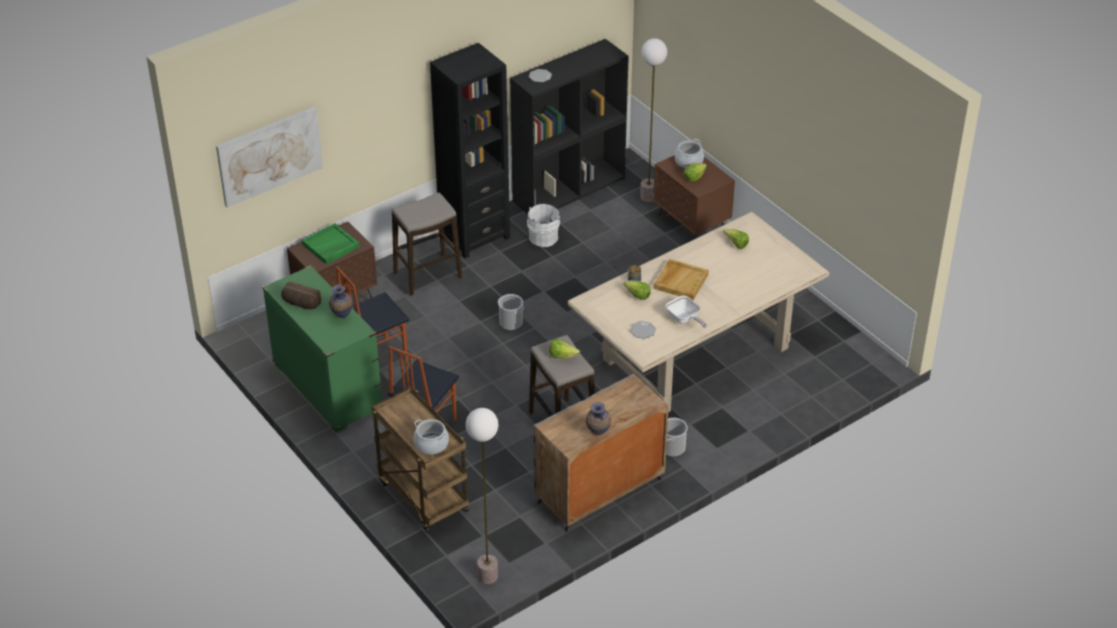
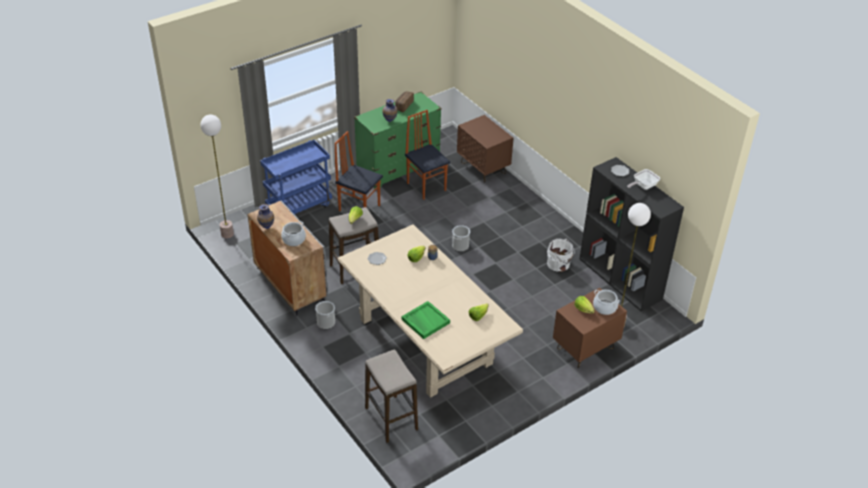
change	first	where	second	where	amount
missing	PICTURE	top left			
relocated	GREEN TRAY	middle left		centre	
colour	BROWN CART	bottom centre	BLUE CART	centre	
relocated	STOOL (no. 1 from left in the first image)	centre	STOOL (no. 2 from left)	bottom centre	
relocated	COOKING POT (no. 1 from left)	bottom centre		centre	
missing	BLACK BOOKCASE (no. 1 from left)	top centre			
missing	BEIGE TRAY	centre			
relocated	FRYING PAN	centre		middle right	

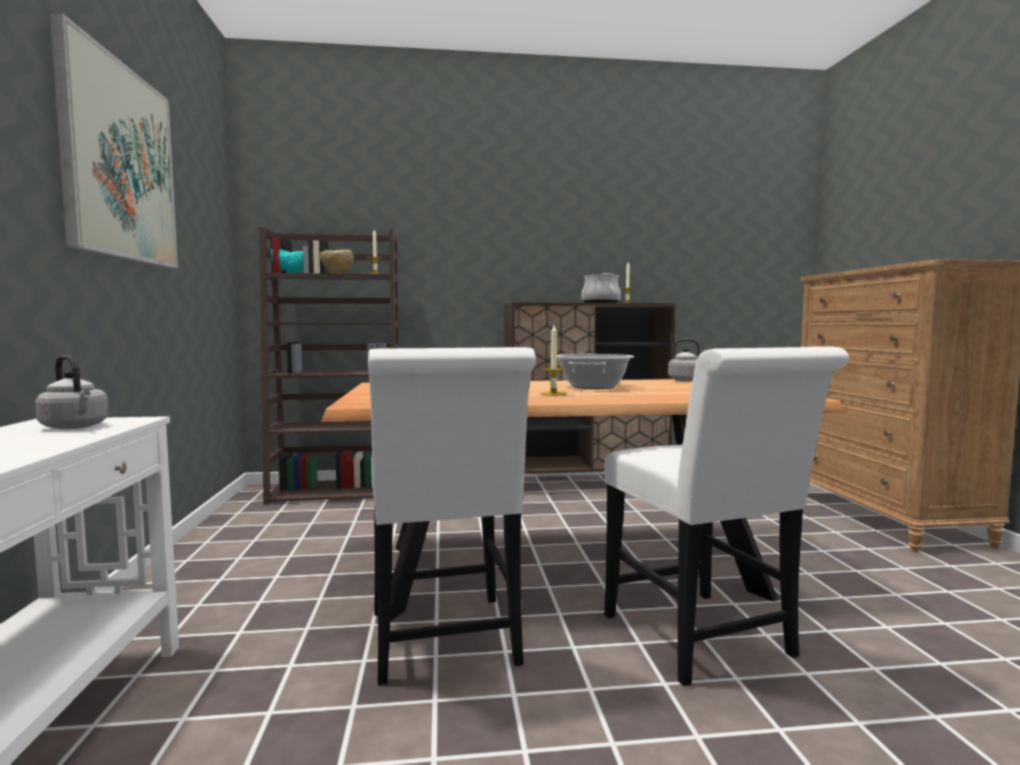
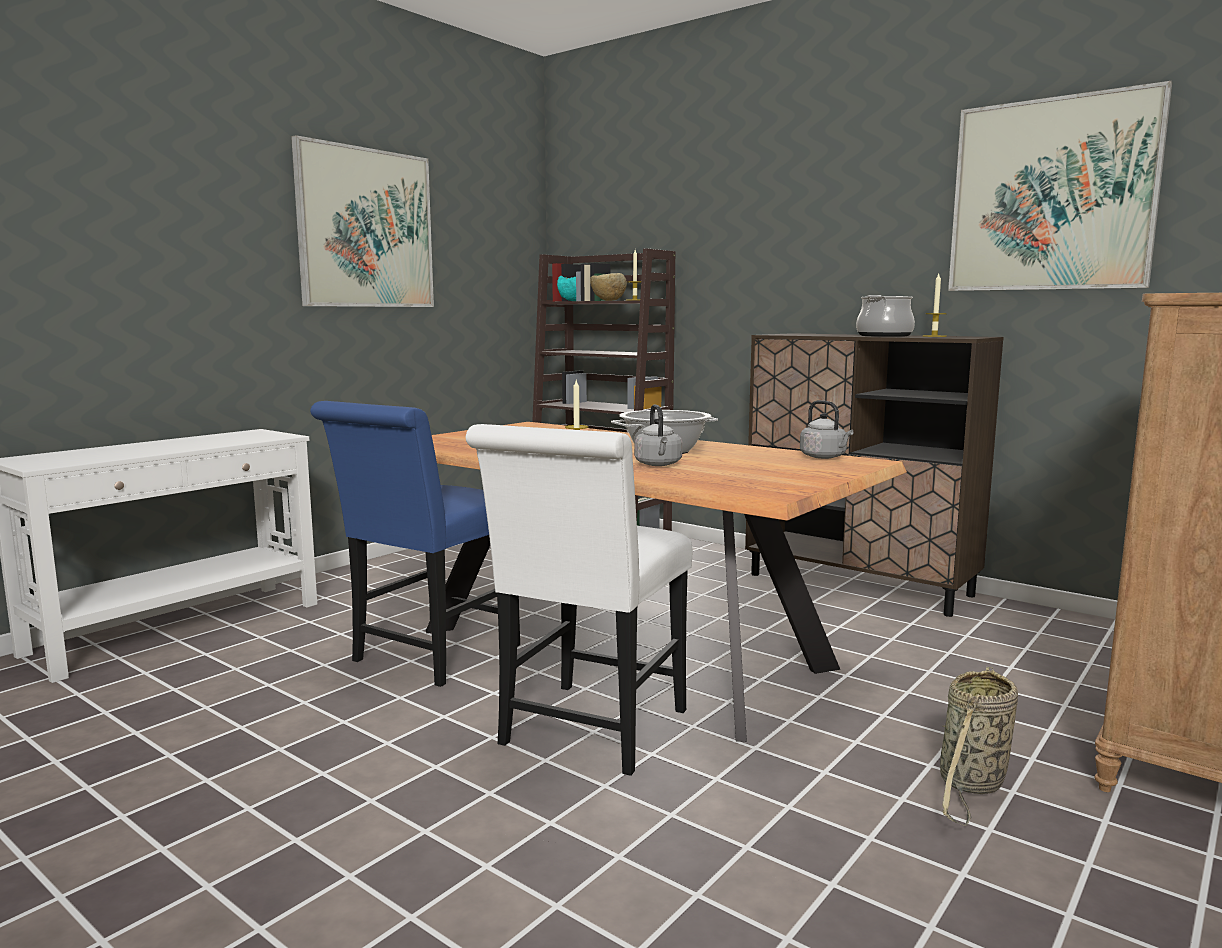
change	first	where	second	where	amount
relocated	GREY KETTLE (no. 1 from left)	middle left		centre	
colour	WHITE CHAIR (no. 1 from left)	bottom centre	BLUE CHAIR	centre	
appeared			BASKET	bottom right	
appeared			PICTURE (no. 2 from left)	top right	

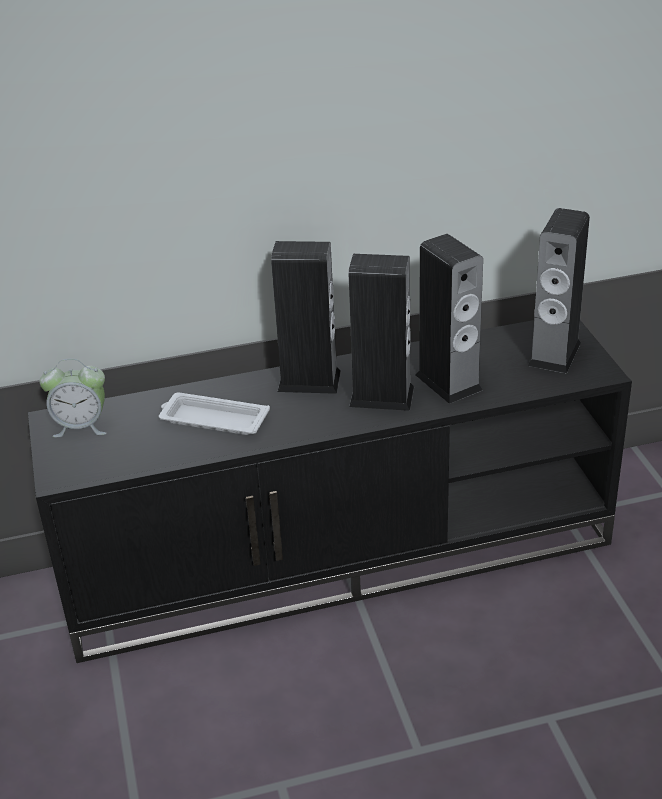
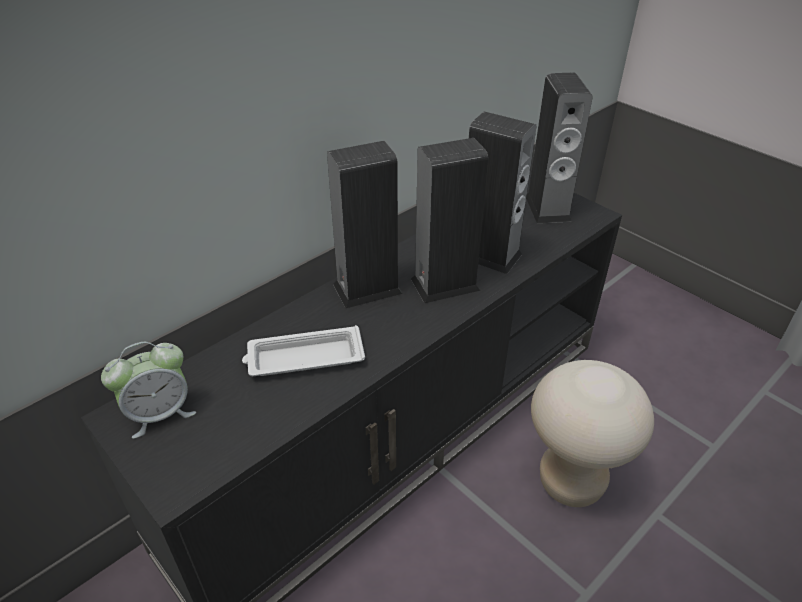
change	first	where	second	where	amount
appeared			BEIGE STOOL	bottom right	

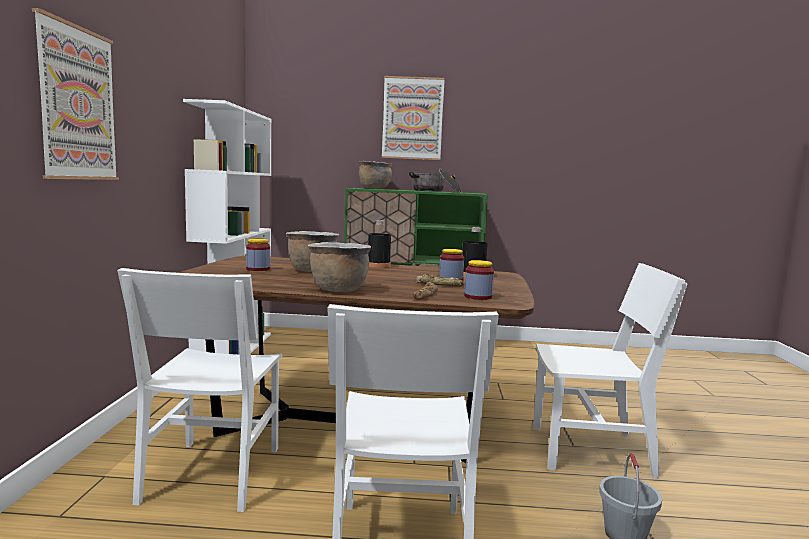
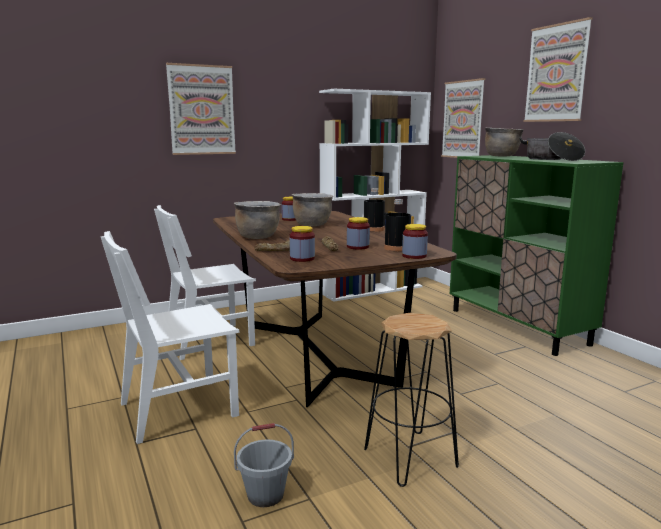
change	first	where	second	where	amount
exchanged	WHITE CHAIR (no. 3 from left)	bottom right	BLACK STOOL	bottom centre	
appeared			JAR (no. 4 from left)	centre	
appeared			PICTURE (no. 2 from left)	top right	

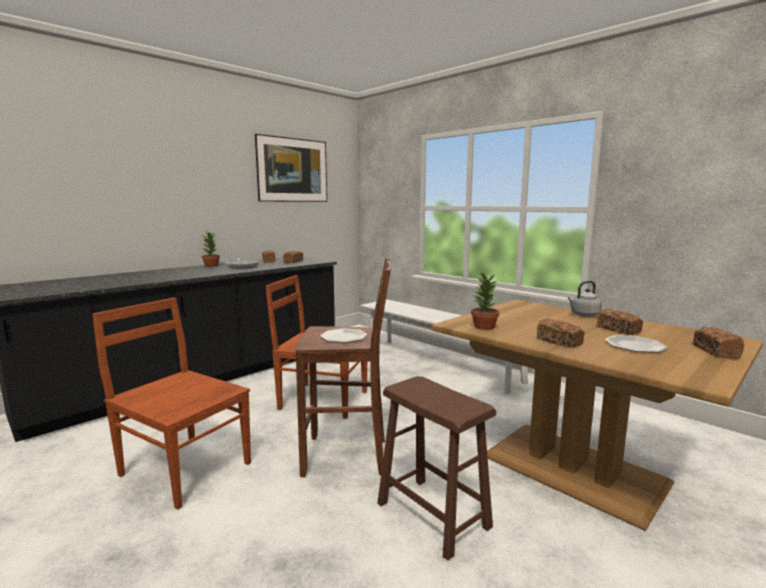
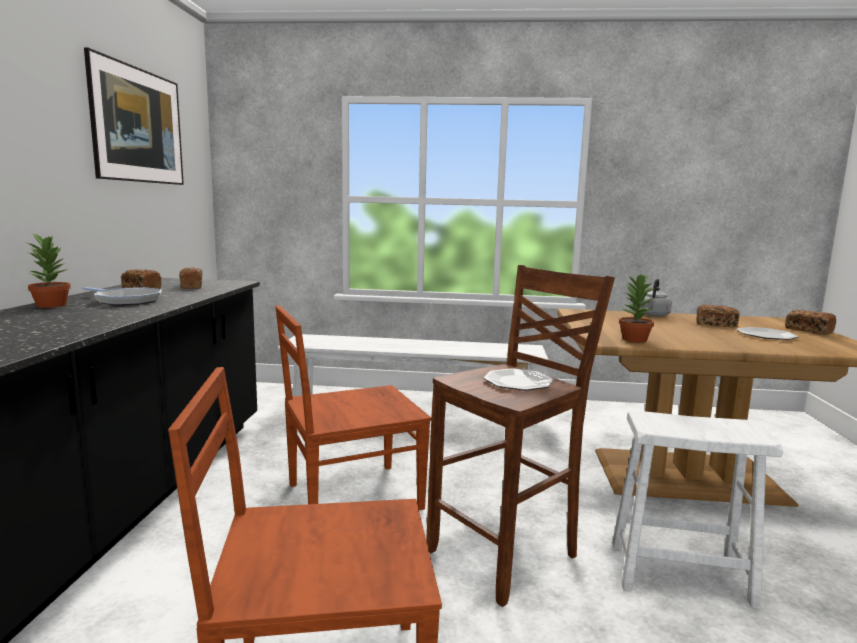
change	first	where	second	where	amount
colour	BROWN STOOL (no. 2 from left)	bottom centre	WHITE STOOL	bottom right	
missing	BREAD (no. 3 from left)	middle right			

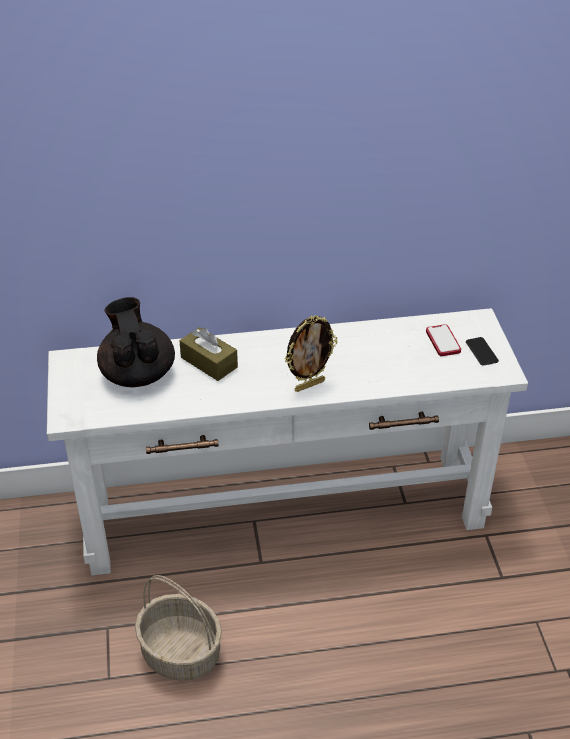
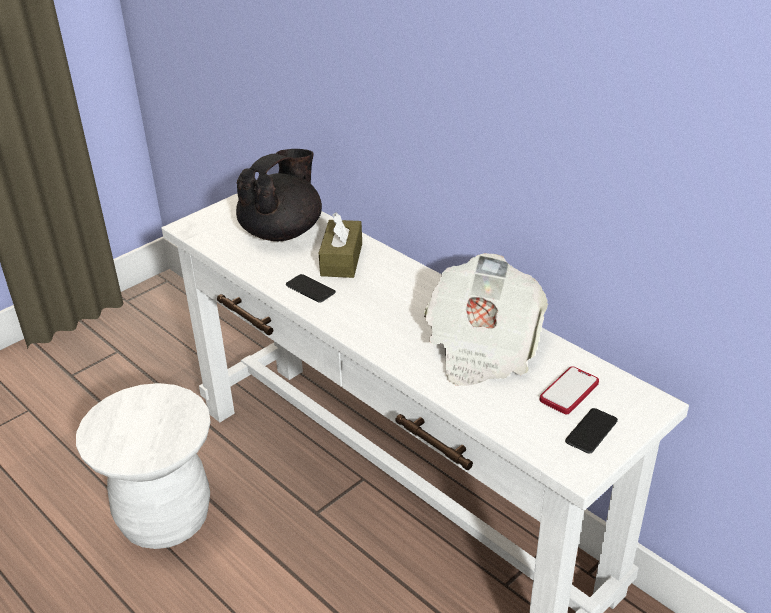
change	first	where	second	where	amount
exchanged	BASKET	bottom left	WHITE STOOL	bottom left	
missing	PICTURE FRAME	centre			
appeared			PHONE (no. 1 from left)	centre	
appeared			NEWSPAPER	centre	

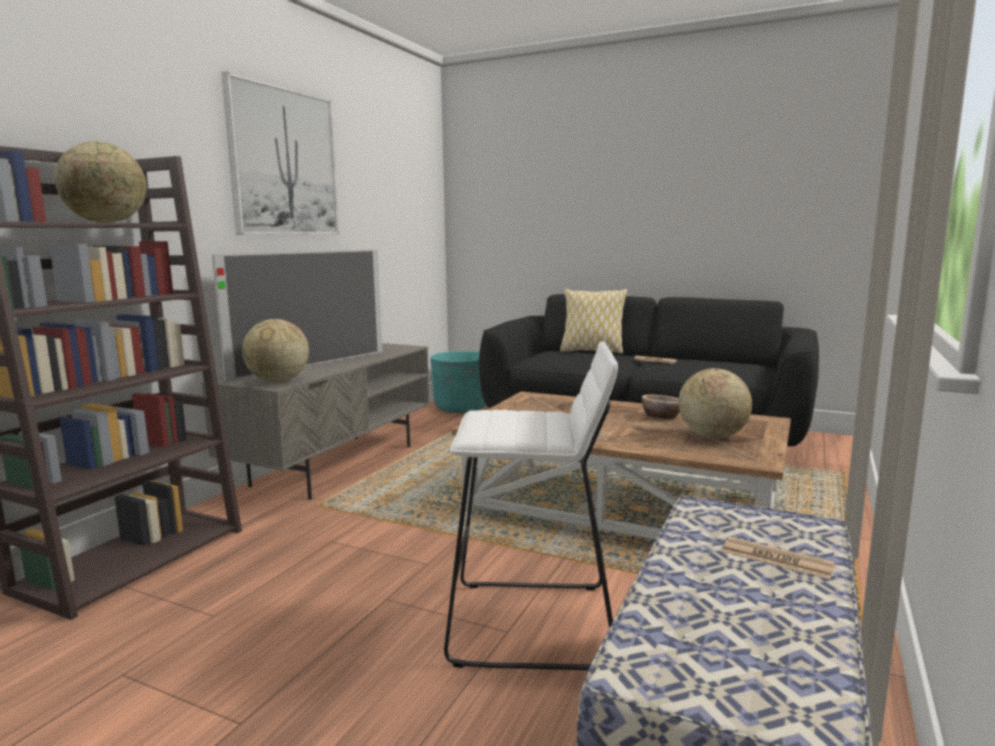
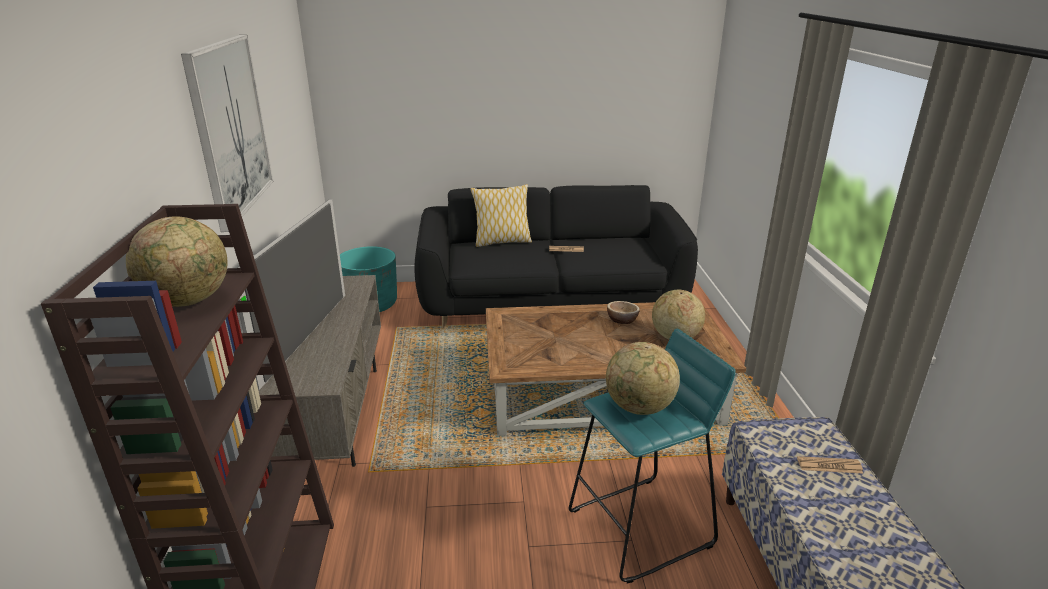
change	first	where	second	where	amount
relocated	GLOBE (no. 2 from left)	middle left		centre	
colour	WHITE STOOL	bottom centre	TURQUOISE STOOL	bottom centre	

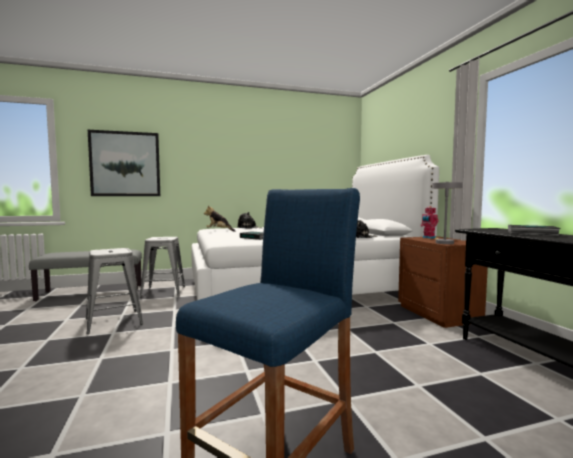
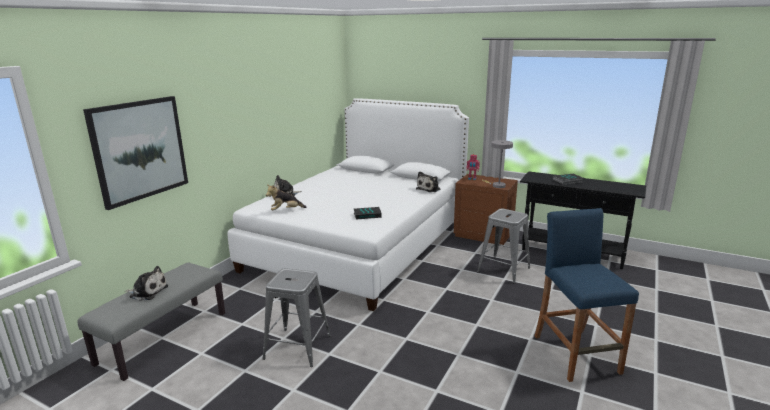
change	first	where	second	where	amount
relocated	GREY STOOL (no. 2 from left)	middle left		centre	
appeared			PLUSH TOY (no. 1 from left)	bottom left	

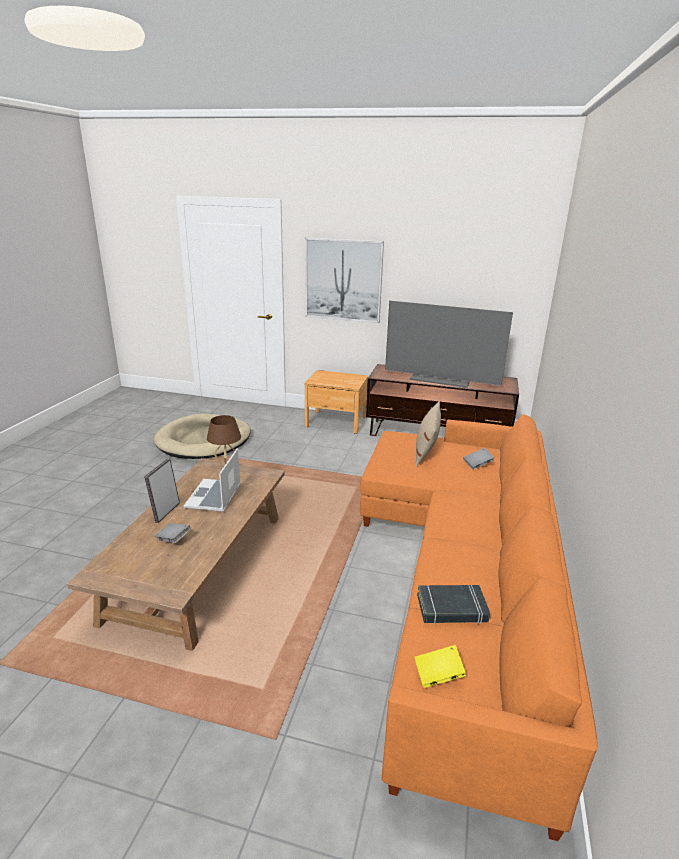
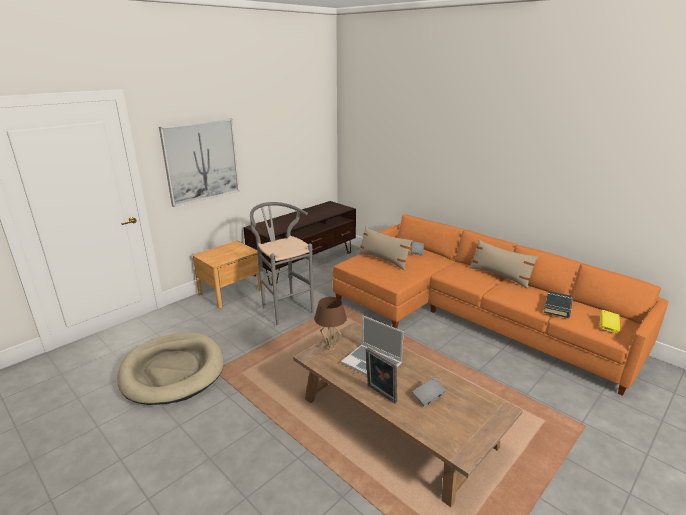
change	first	where	second	where	amount
missing	TELEVISION	centre			
appeared			GREY STOOL	centre	
appeared			BEIGE PILLOW (no. 2 from left)	middle right	

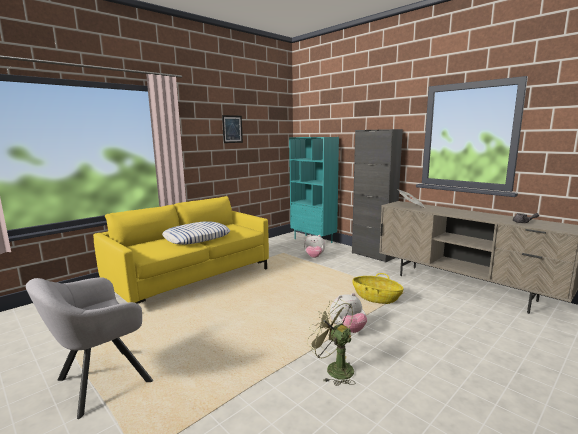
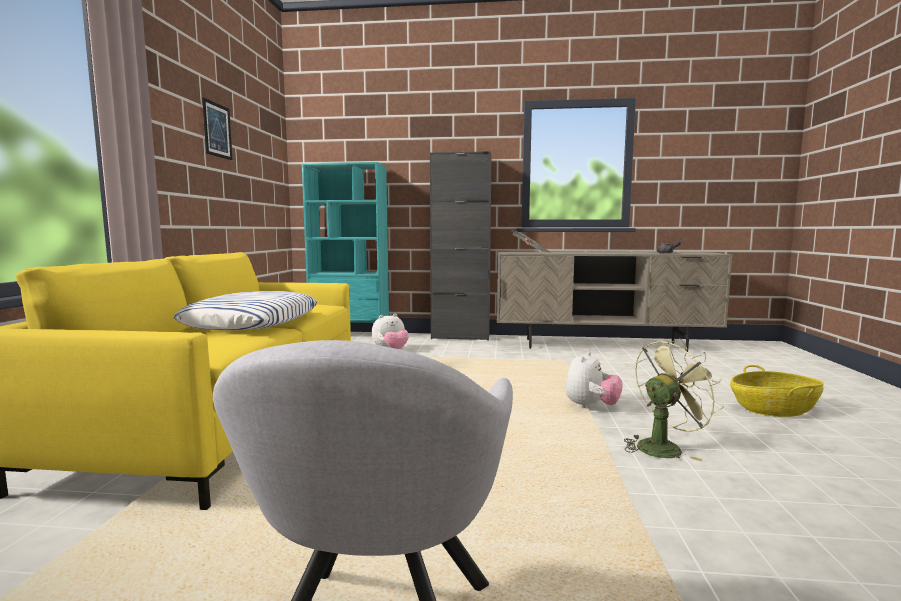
change	first	where	second	where	amount
spun	GREEN FAN	bottom centre		middle right	150 degrees clockwise
relocated	BASKET	centre		middle right	

